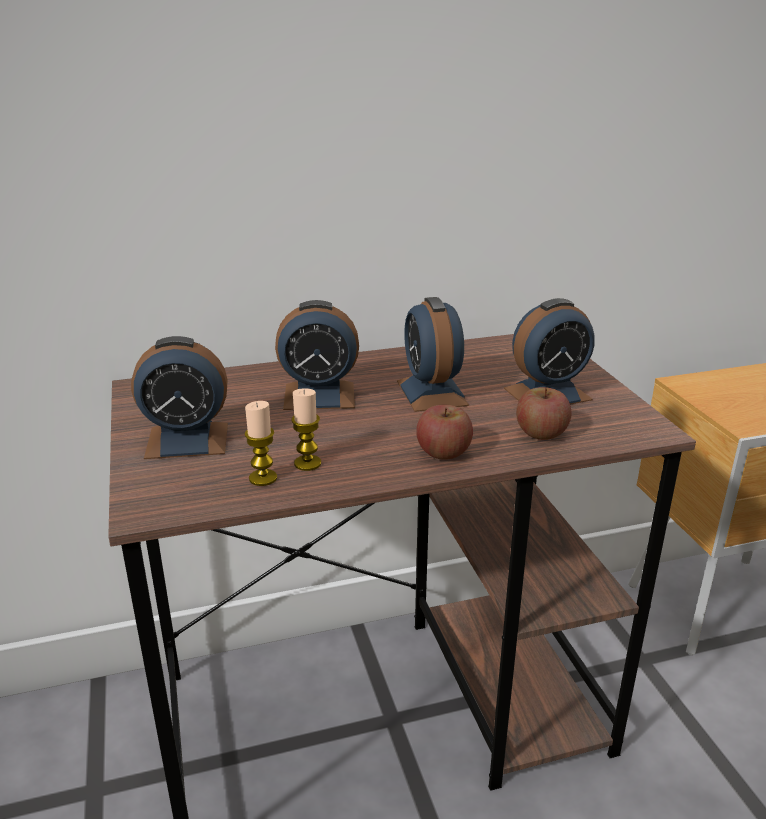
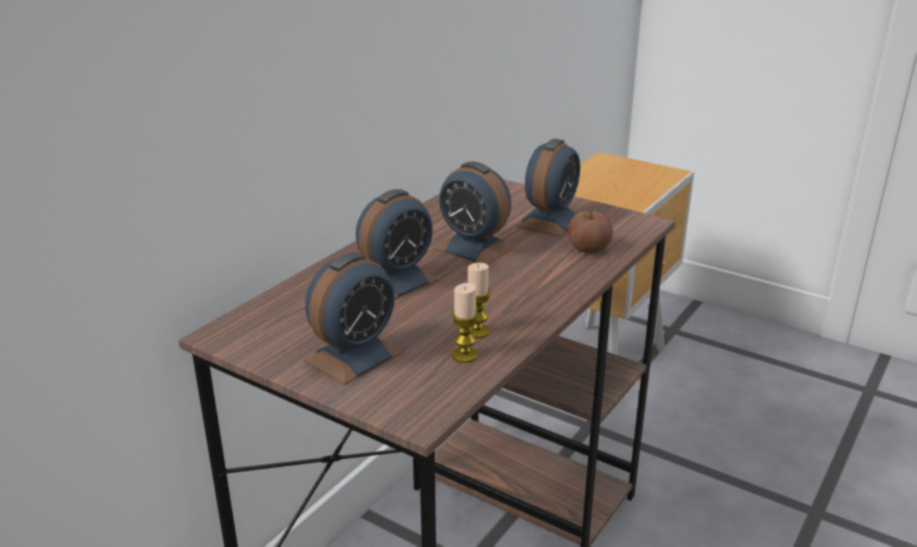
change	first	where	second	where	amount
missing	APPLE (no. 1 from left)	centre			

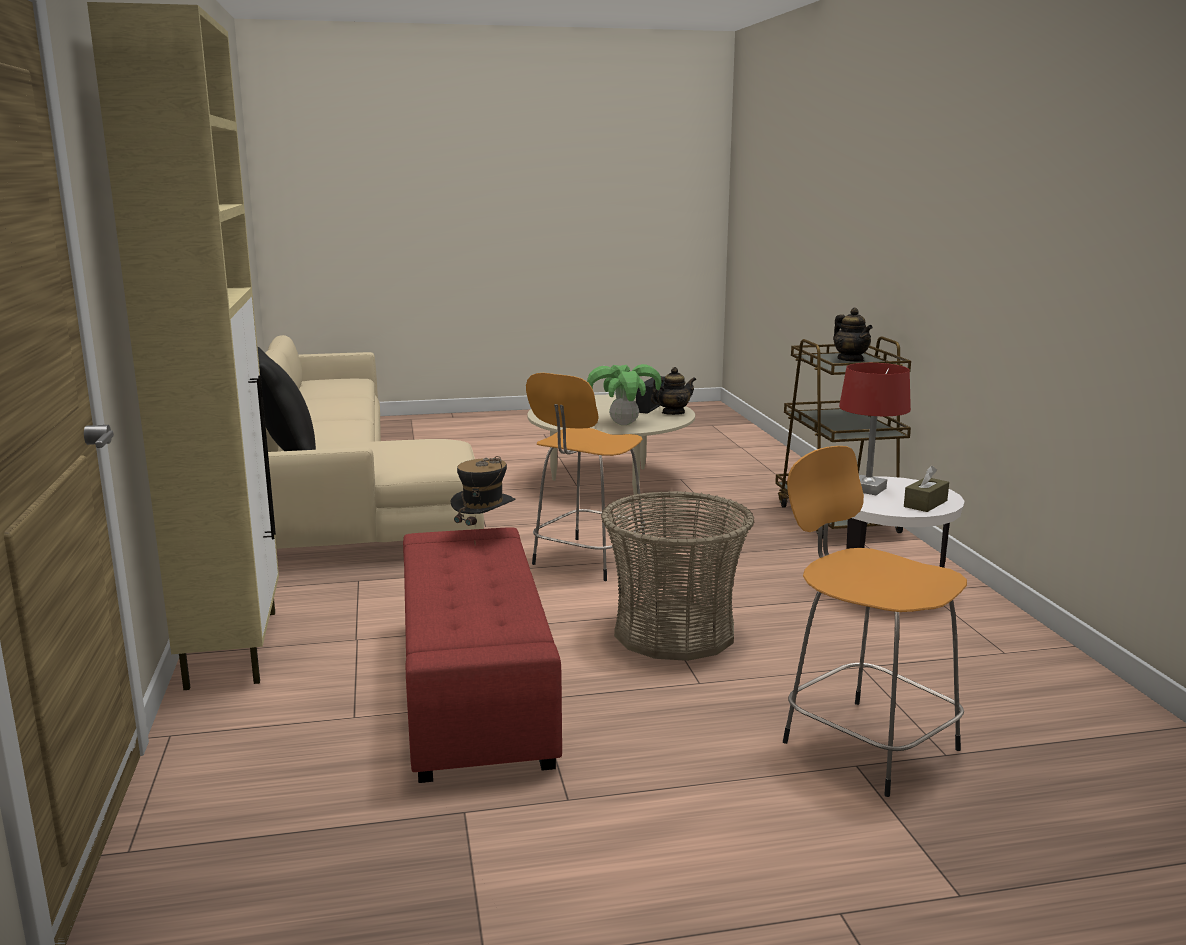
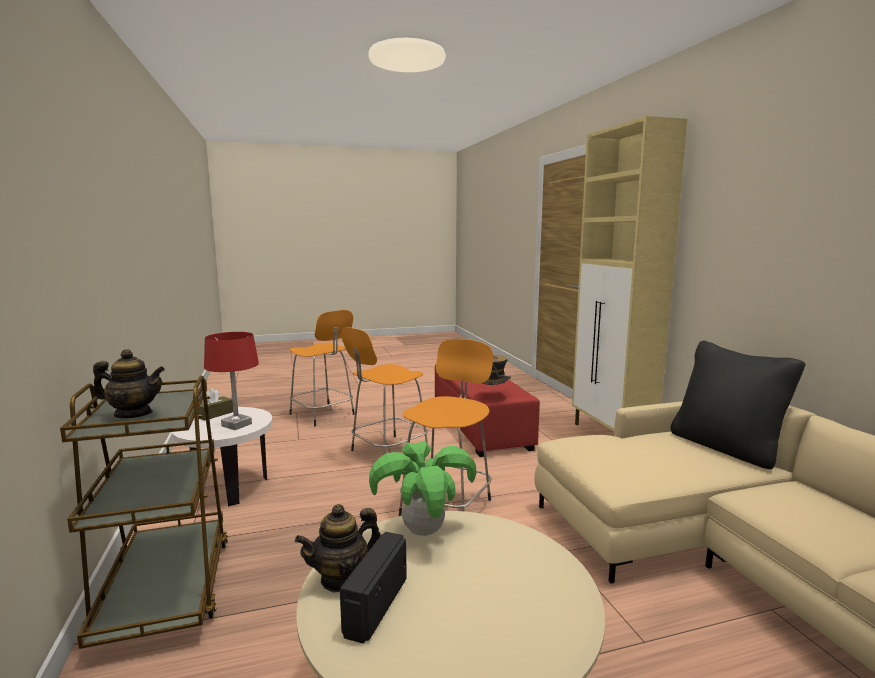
change	first	where	second	where	amount
exchanged	BASKET	centre	ORANGE STOOL (no. 2 from left)	centre	
spun	TEAPOT (no. 2 from left in the first image)	middle right	TEAPOT (no. 1 from left)	middle left	120 degrees clockwise

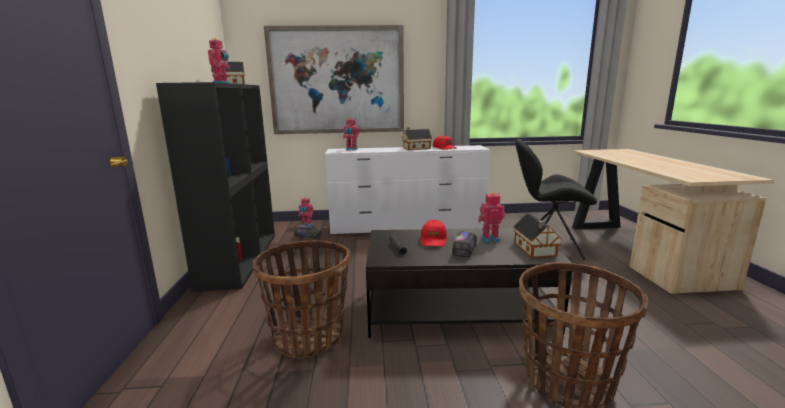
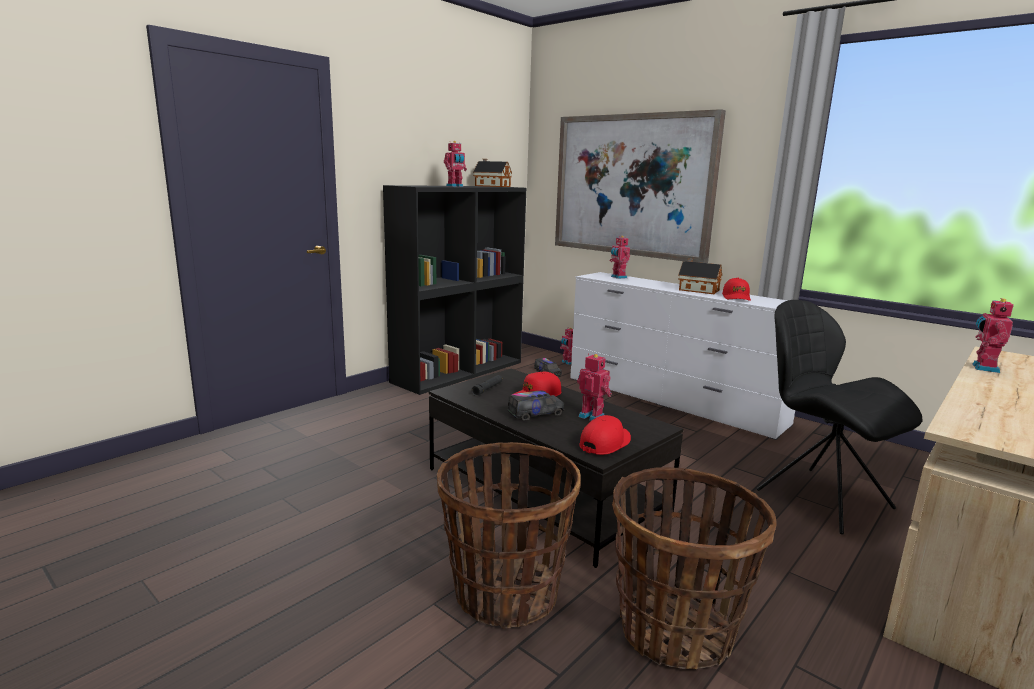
change	first	where	second	where	amount
relocated	BASKET (no. 1 from left in the first image)	bottom centre	BASKET (no. 2 from left)	bottom right	
exchanged	TOY HOUSE (no. 3 from left)	middle right	RED CAP (no. 2 from left)	centre	
appeared			TOY ROBOT (no. 5 from left)	middle right	

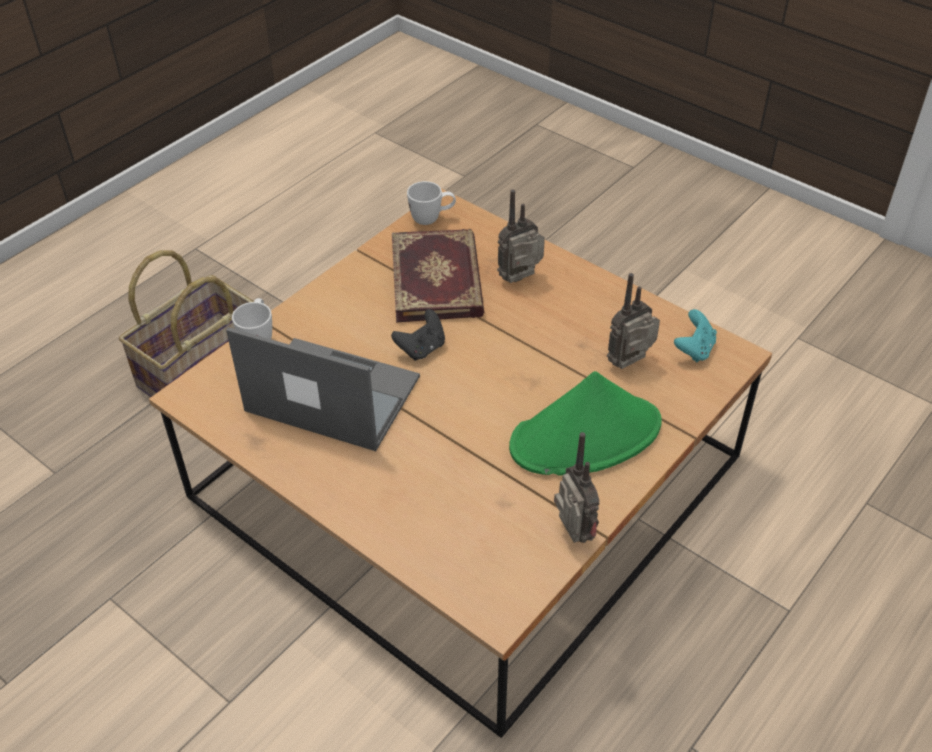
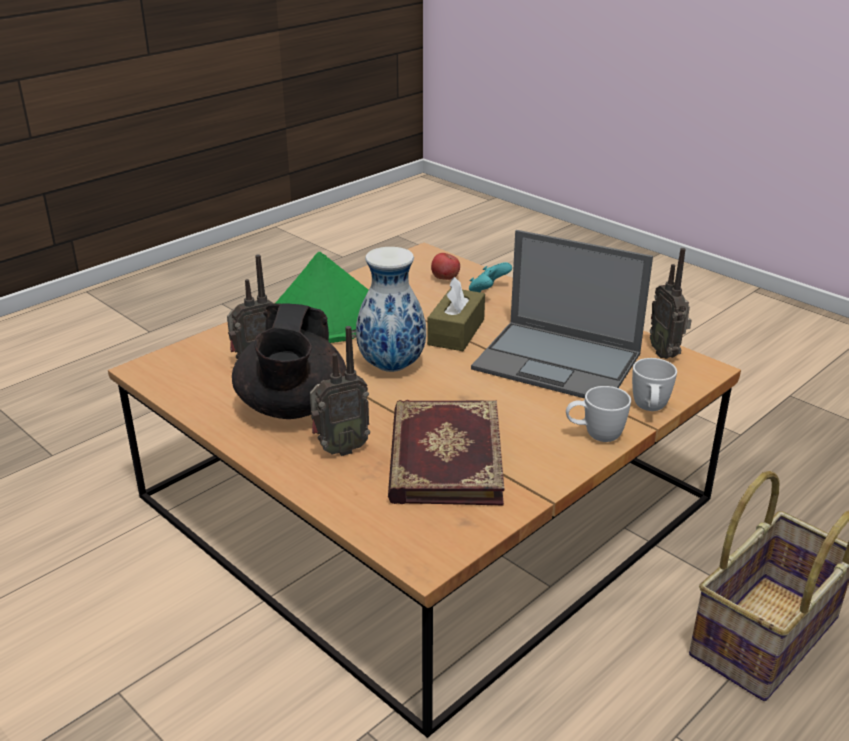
change	first	where	second	where	amount
missing	BLACK GAME CONTROLLER	centre			
relocated	WHITE MUG (no. 2 from left in the first image)	top centre	WHITE MUG (no. 1 from left)	middle right	
relocated	RADIO (no. 2 from left in the first image)	centre	RADIO (no. 3 from left)	middle right	
relocated	TURQUOISE GAME CONTROLLER	middle right		centre	
appeared			BLACK TEAPOT	centre	
appeared			VASE	centre	
appeared			BROWN TISSUE BOX	centre	
appeared			APPLE	centre	

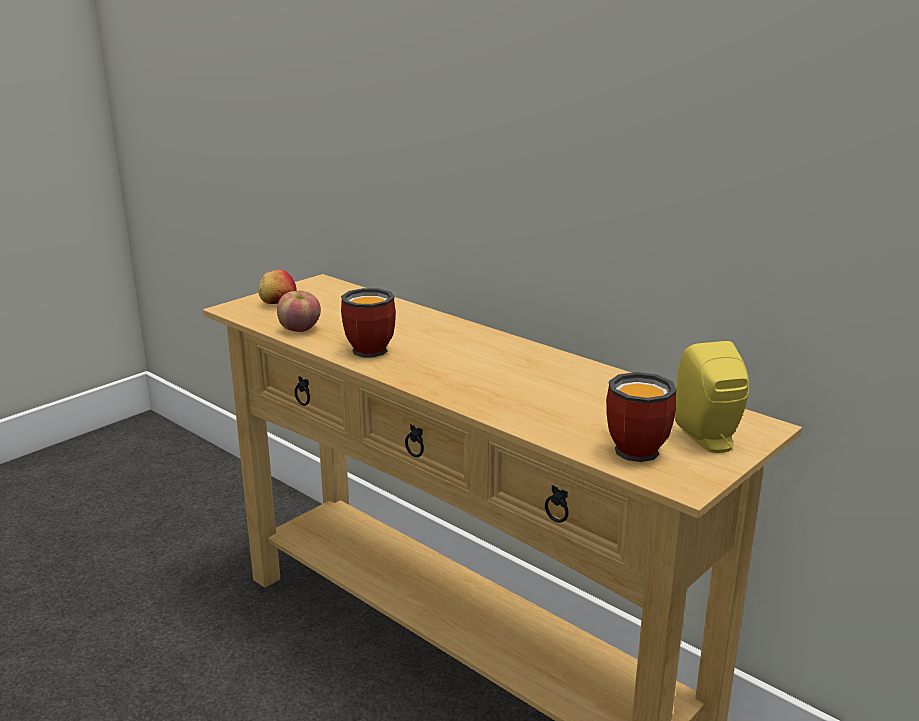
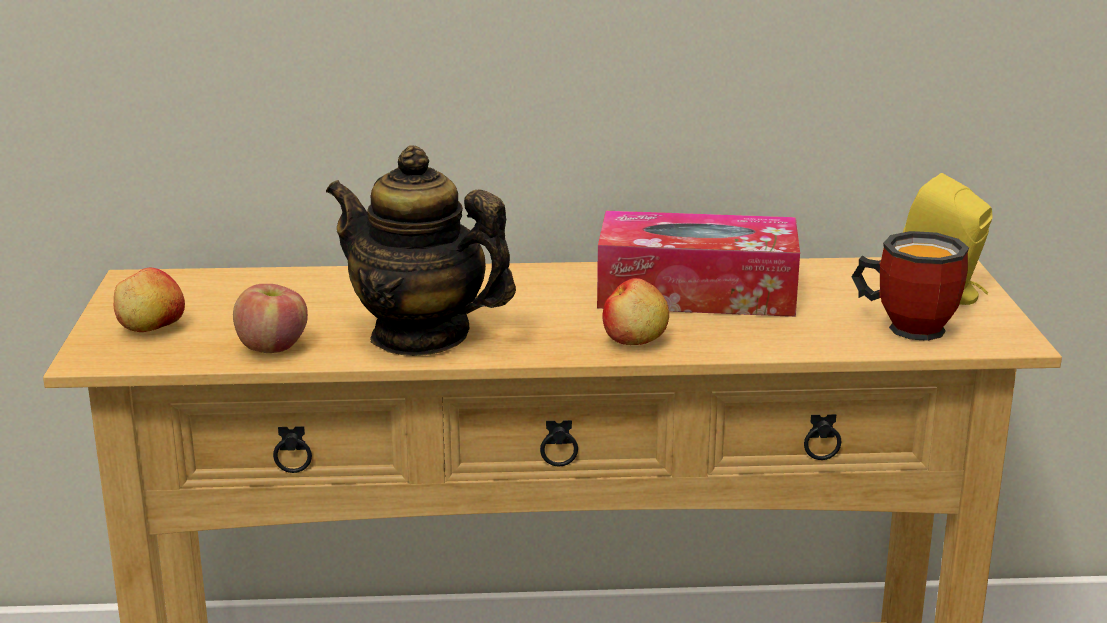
change	first	where	second	where	amount
exchanged	MUG (no. 1 from left)	centre	TEAPOT	centre	
appeared			TISSUE BOX	centre	
appeared			APPLE (no. 3 from left)	centre	

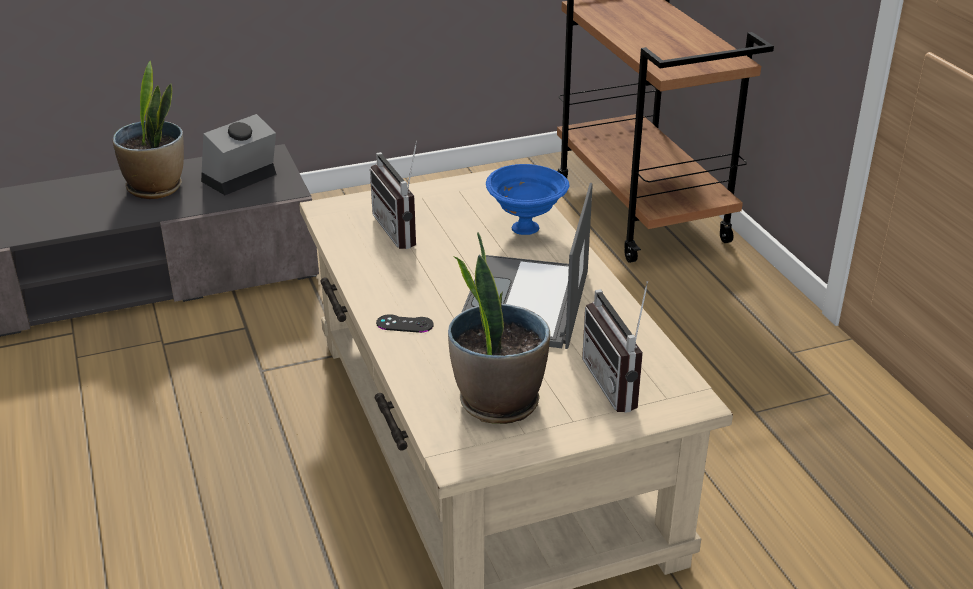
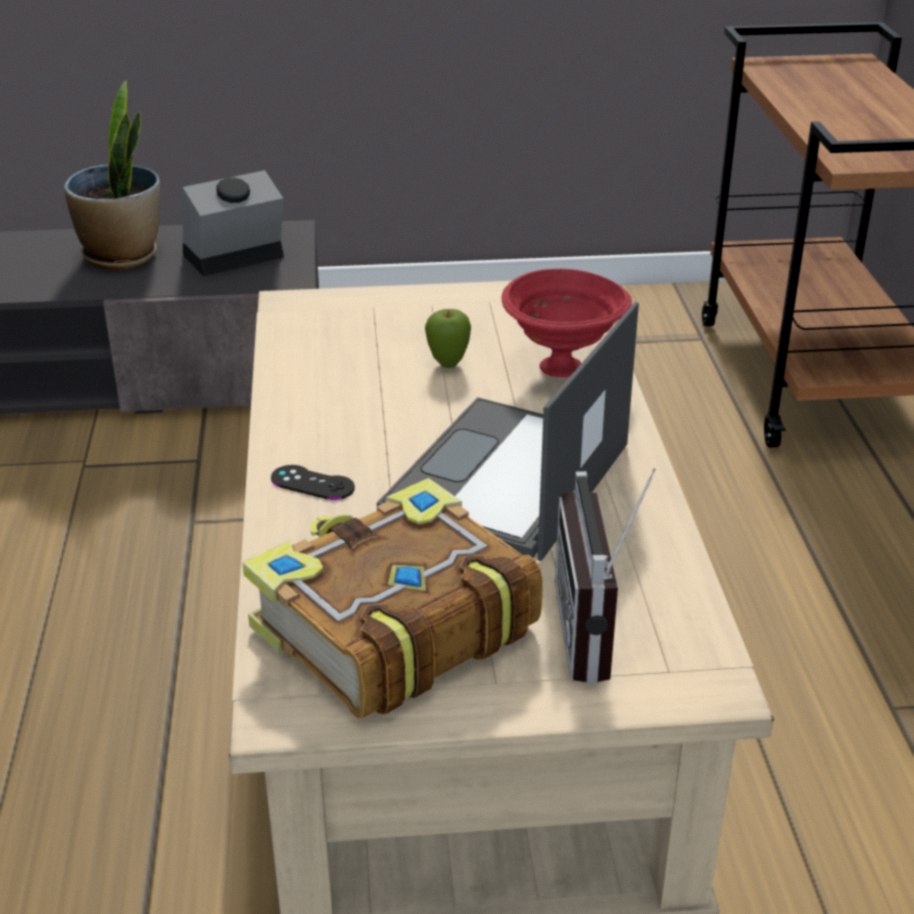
change	first	where	second	where	amount
missing	RADIO (no. 1 from left)	top centre			
exchanged	POTTED PLANT (no. 2 from left)	centre	BOOK	centre	
colour	BLUE BOWL	centre	RED BOWL	centre	
appeared			APPLE	centre	

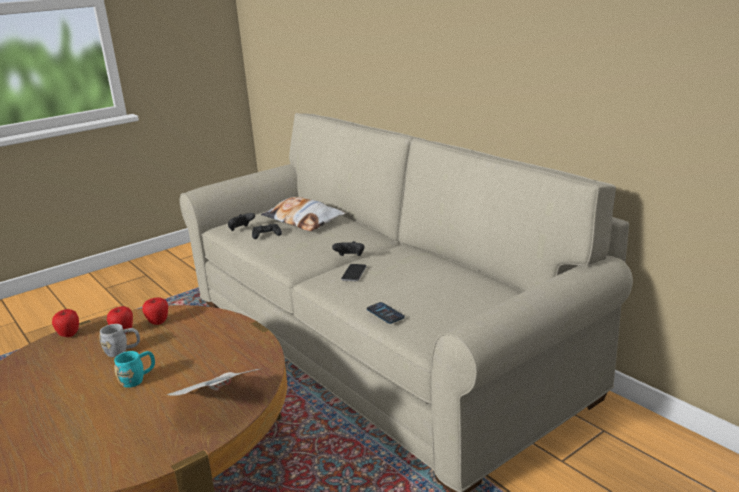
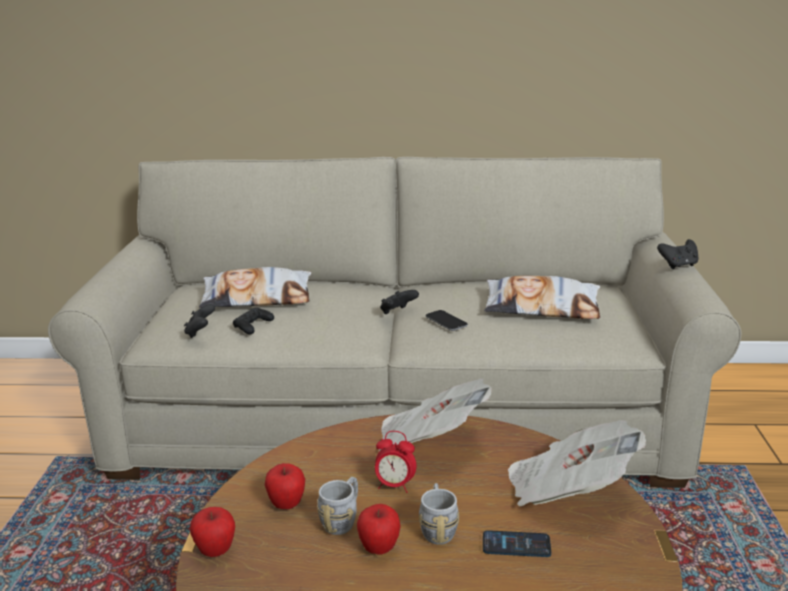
change	first	where	second	where	amount
colour	TURQUOISE MUG	bottom left	GREY MUG (no. 2 from left)	bottom centre	
relocated	APPLE (no. 3 from left)	middle left		bottom centre	
relocated	PHONE (no. 2 from left)	centre		bottom centre	
appeared			ALARM CLOCK	bottom centre	
appeared			NEWSPAPER (no. 1 from left)	bottom centre	
appeared			PILLOW (no. 2 from left)	middle right	
appeared			BLACK GAME CONTROLLER (no. 4 from left)	middle right	

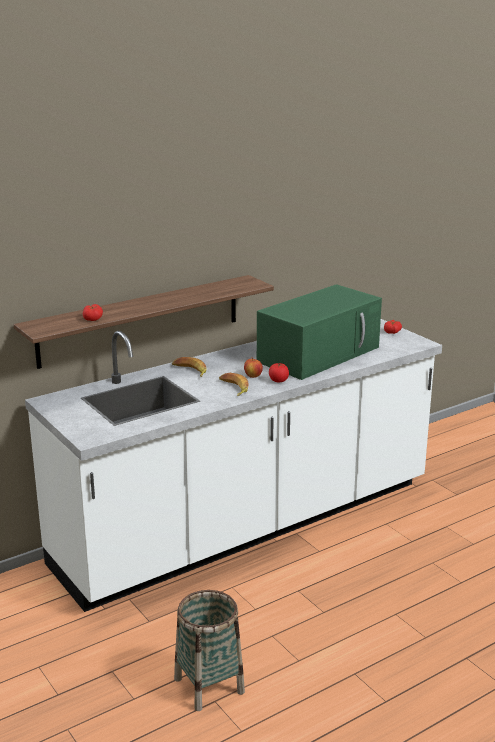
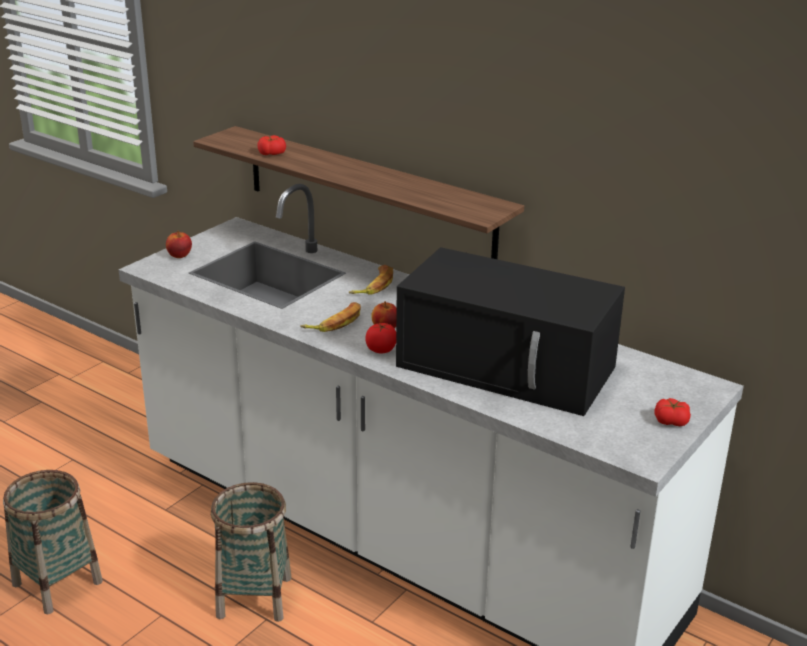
change	first	where	second	where	amount
colour	GREEN MICROWAVE	centre	BLACK MICROWAVE	centre	
appeared			APPLE (no. 1 from left)	middle left	
appeared			BASKET (no. 2 from left)	bottom left	

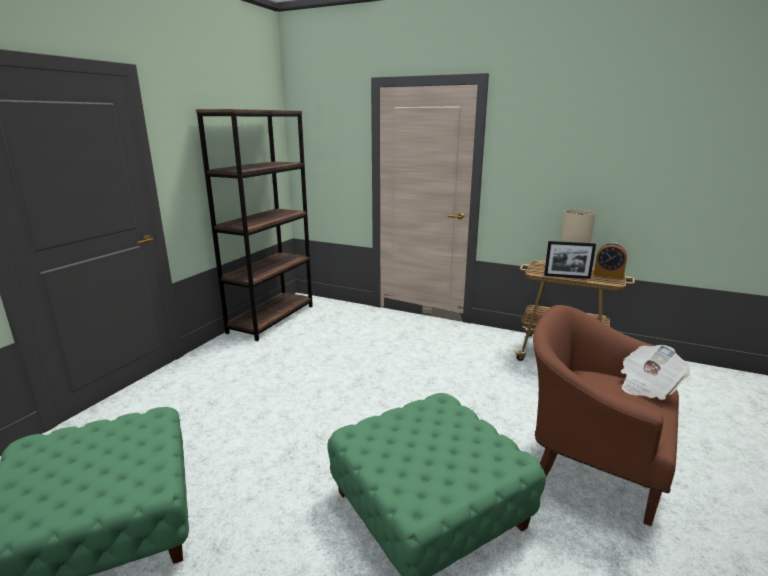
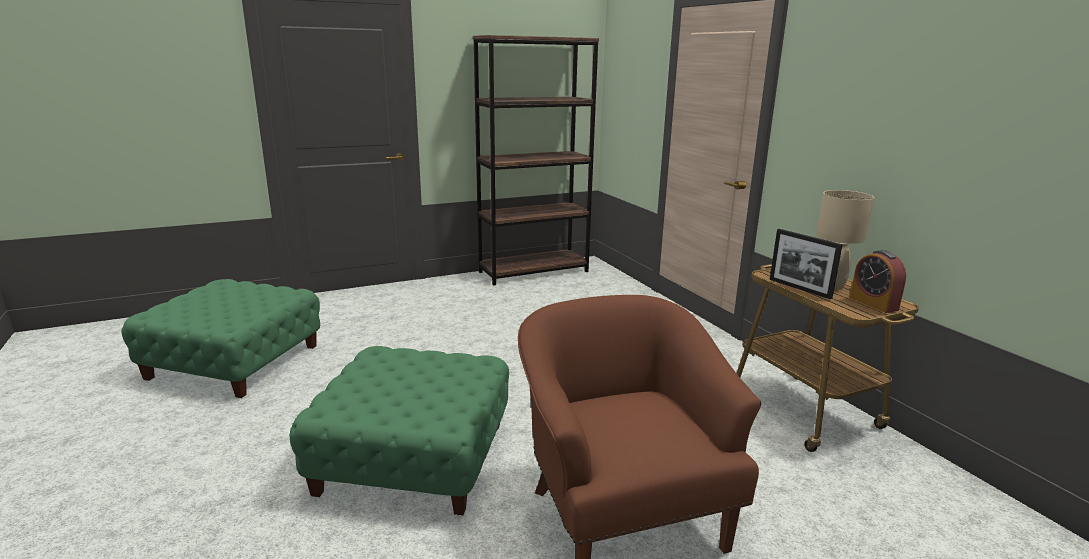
change	first	where	second	where	amount
missing	NEWSPAPER	middle right			

